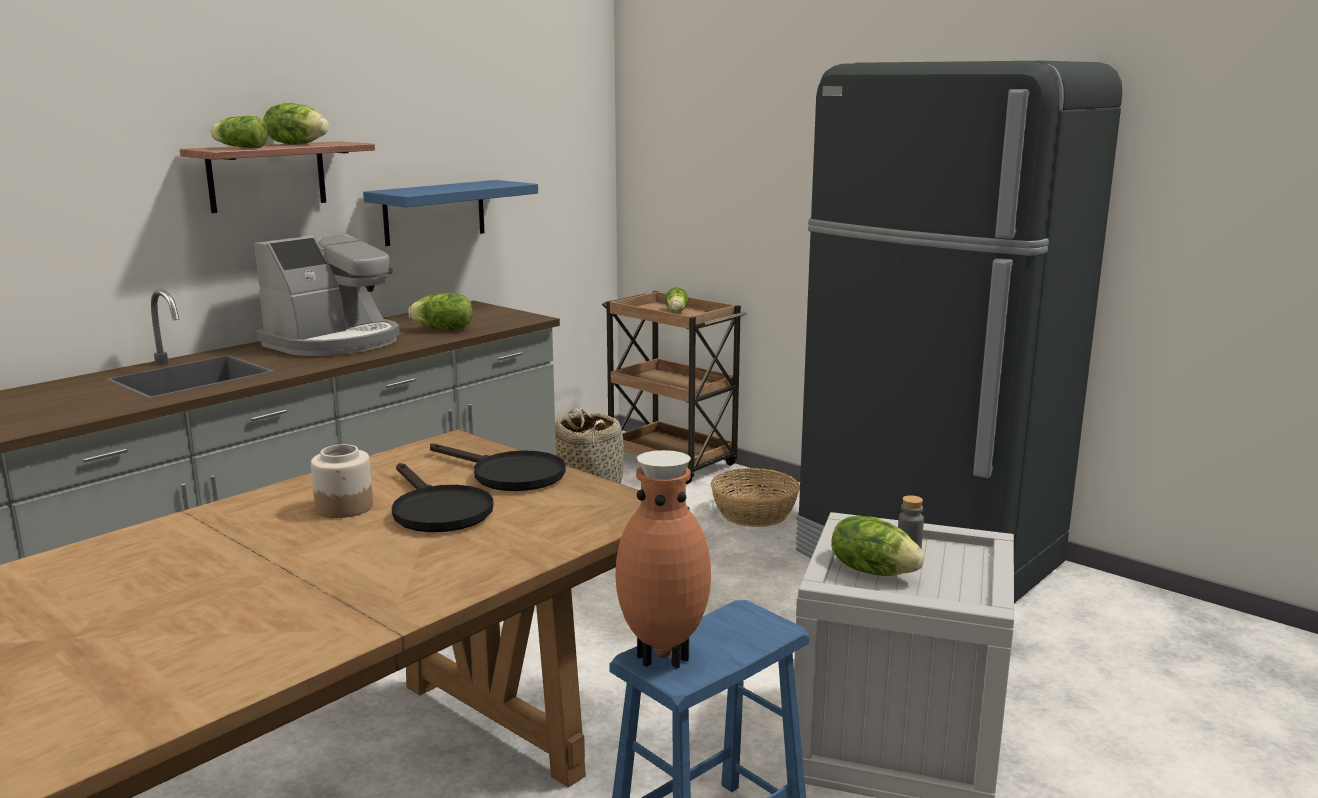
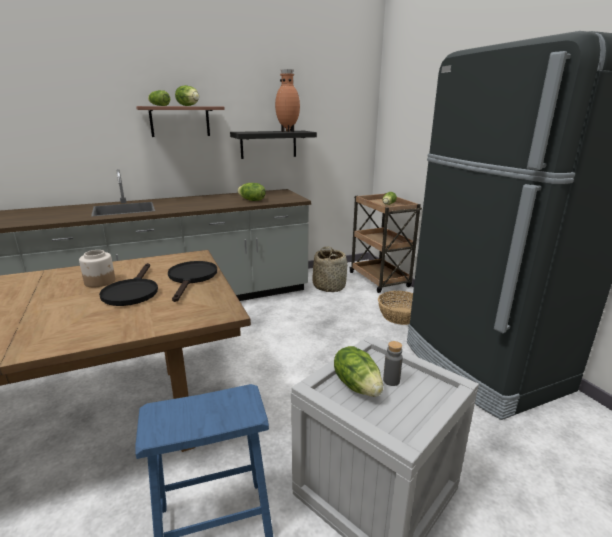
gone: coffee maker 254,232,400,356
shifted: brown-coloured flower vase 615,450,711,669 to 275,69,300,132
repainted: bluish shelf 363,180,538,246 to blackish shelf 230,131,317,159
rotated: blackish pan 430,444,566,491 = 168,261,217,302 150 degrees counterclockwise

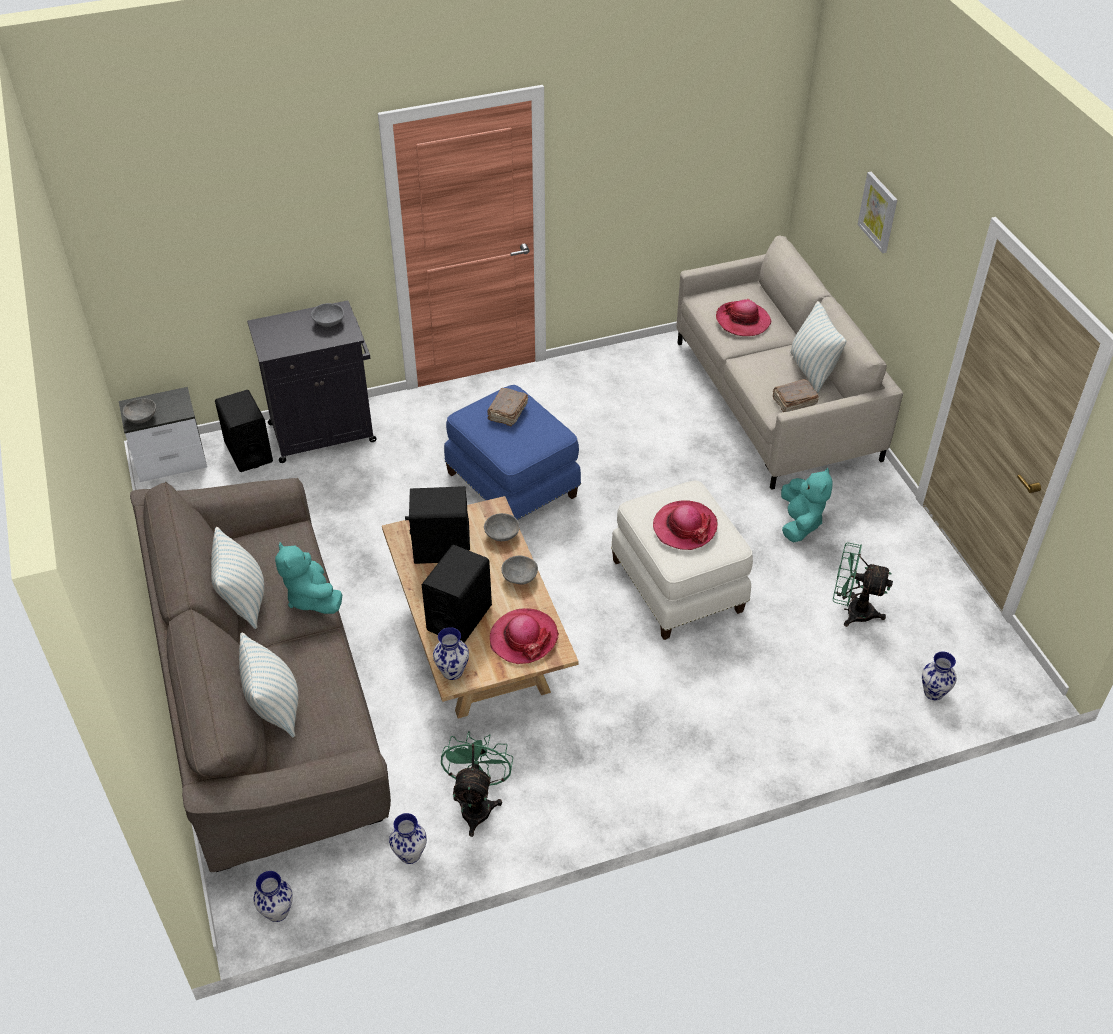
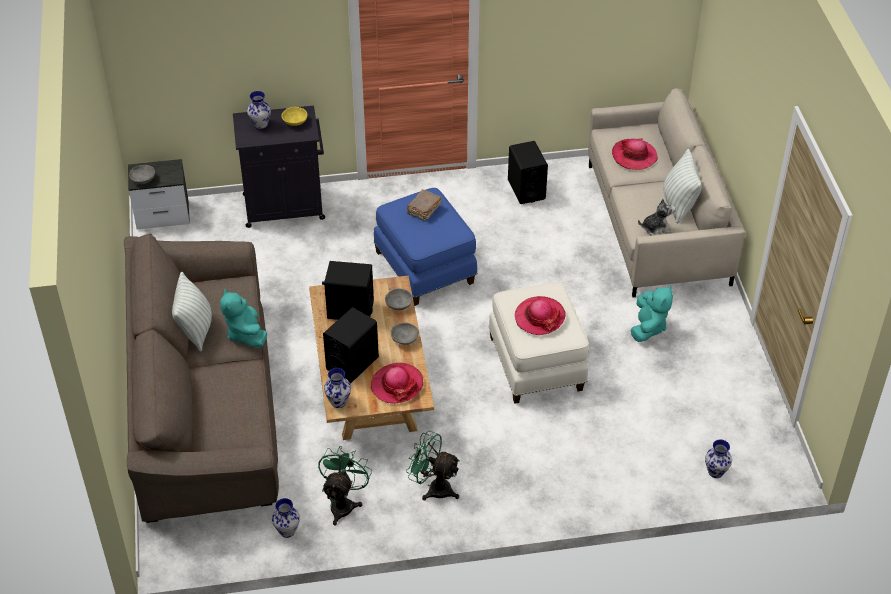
gone: cushion 239,632,298,738; wall picture 858,172,897,253
shifted: blackish audio speaker 215,390,273,472 to 508,141,548,204; flower vase 253,871,293,922 to 247,91,271,129; greenish cooling fan 833,542,893,627 to 406,431,460,501
swapped: brown-coloured bound book 773,379,819,412 to cuddly toy 638,199,676,235
repainted: grey serving bowl 311,303,344,327 to yellowish serving bowl 282,107,308,126

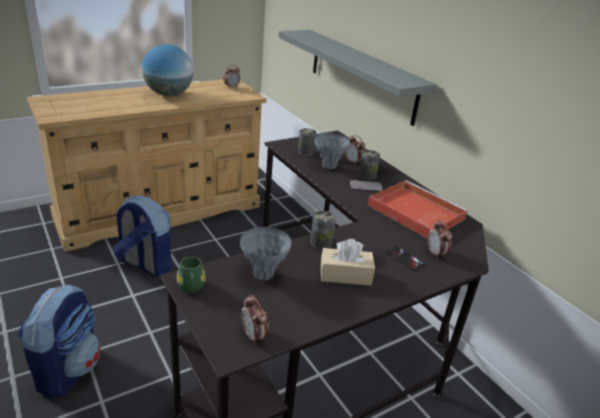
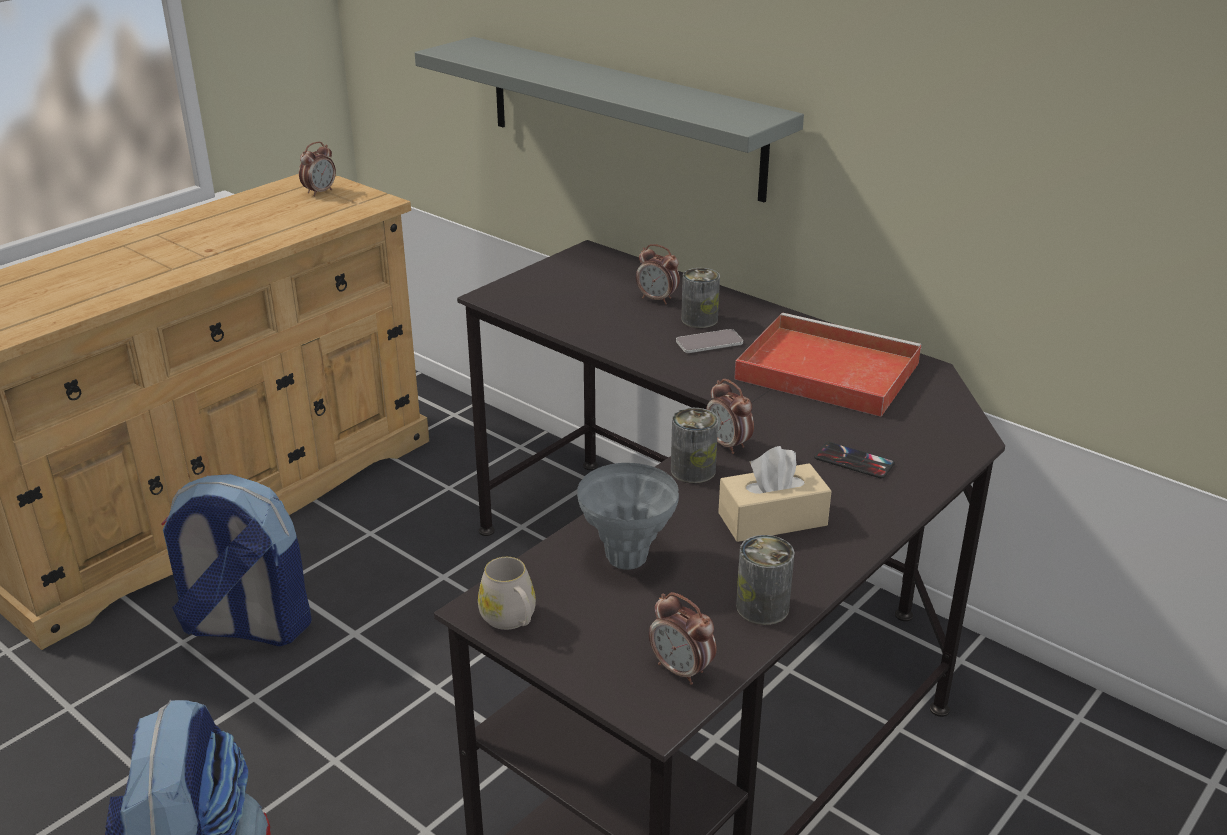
gone: desk globe 142,44,193,96; grey flower vase 315,133,350,169
shifted: metal can 298,128,317,156 to 736,535,794,625; alarm clock 428,220,452,259 to 706,379,754,454
repainted: greenish tea mug 177,257,206,293 to whitish tea mug 478,557,536,630

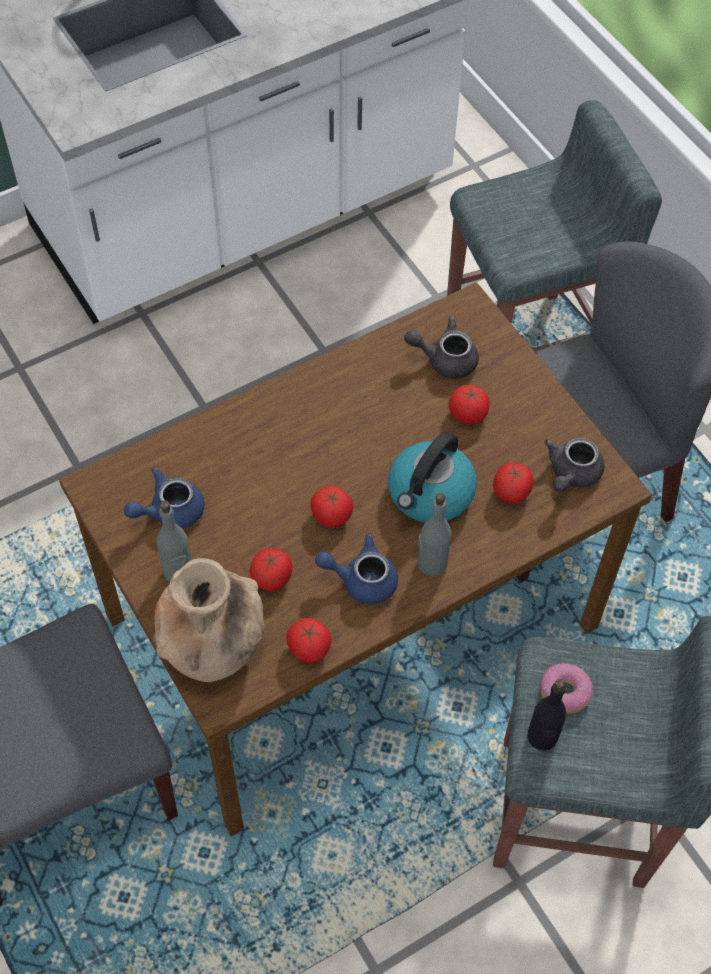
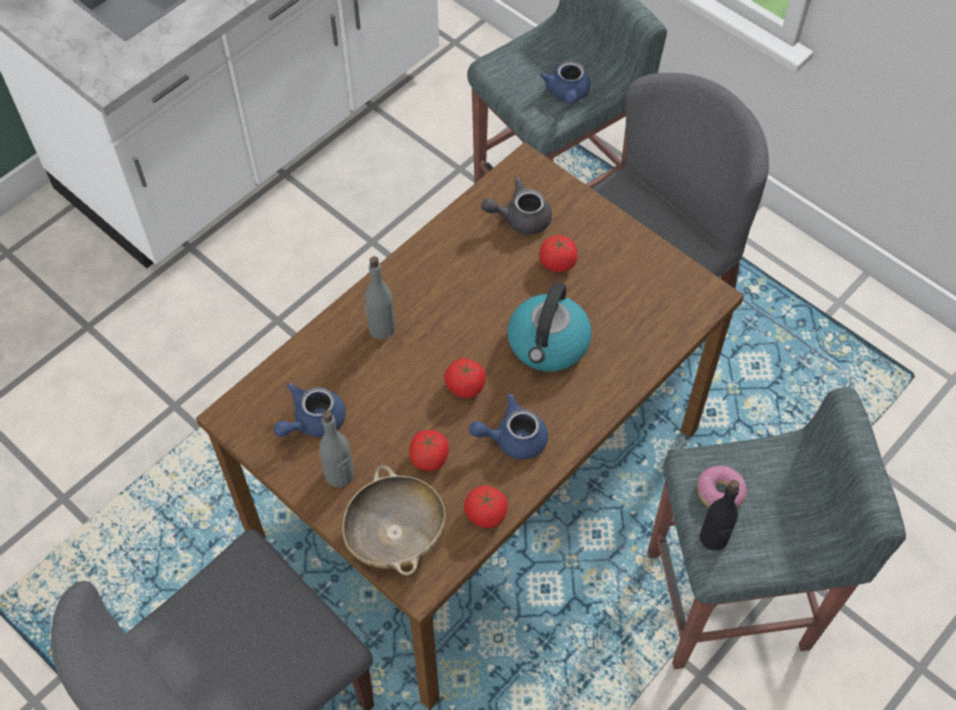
gone: whole tomato 493,463,534,504; grey pot for tea 544,438,605,492
new: bluish pot for tea 540,61,591,104
shifted: grey beverage bottle 418,493,451,576 to 364,256,396,339
swapped: brown-coloured flower vase 155,558,265,682 to sand-coloured serving bowl 342,465,446,576

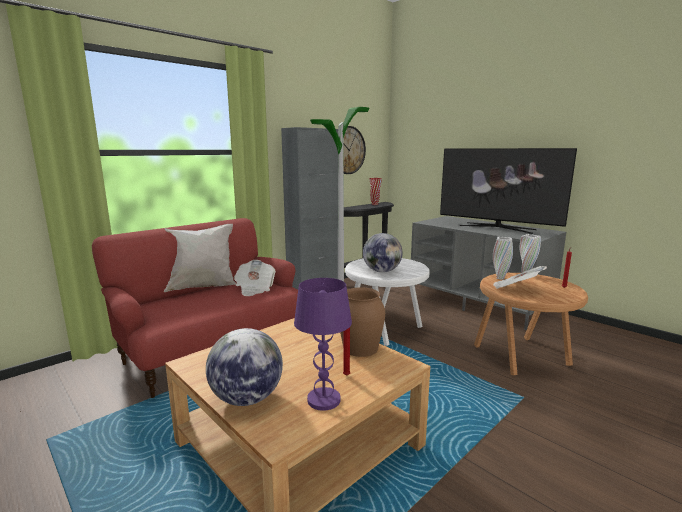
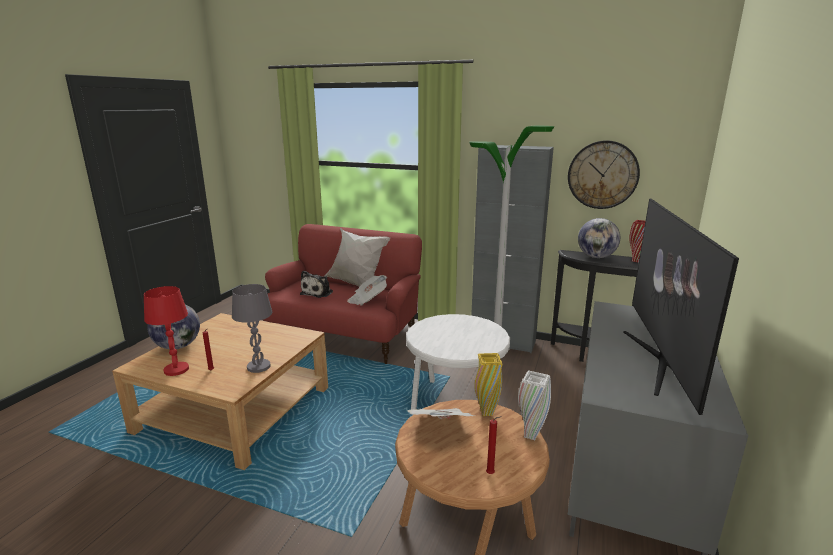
new: cuddly toy 300,271,333,298
shifted: desk globe 363,233,403,273 to 578,218,620,258
swapped: brown-coloured flower vase 340,287,385,357 to grey lamp for a table 232,284,273,373
repainted: purplish lamp for a table 294,278,352,411 to reddish lamp for a table 144,286,189,376; whitish flower vase 493,237,513,280 to yellowish flower vase 475,353,502,416

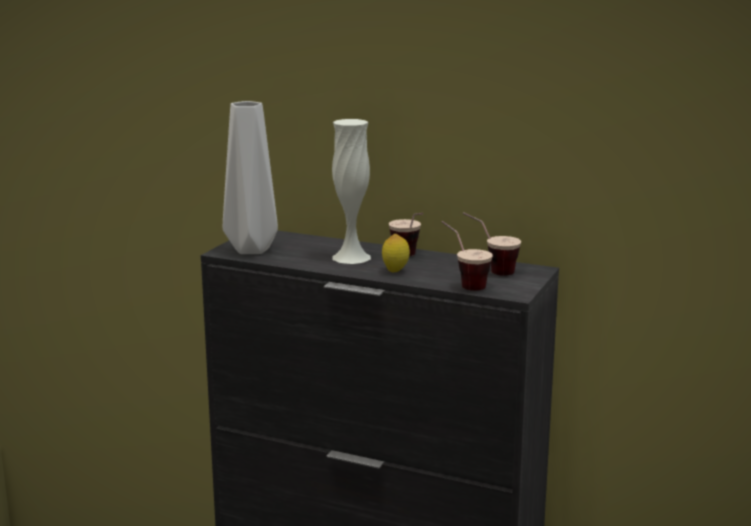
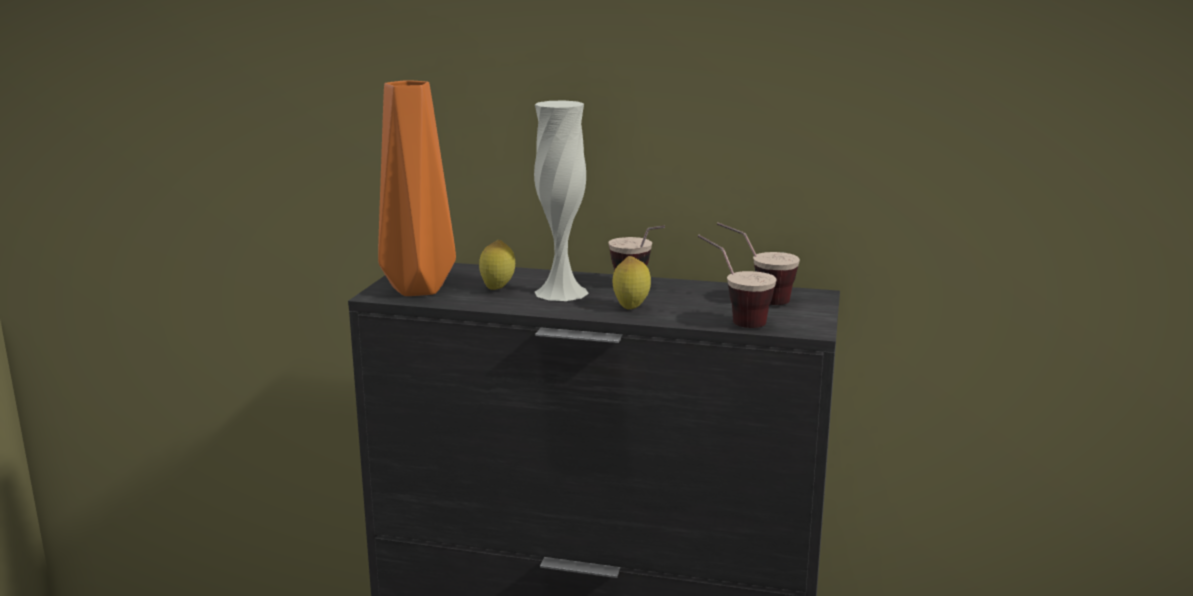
new: lemon 479,240,515,290
repainted: grey flower vase 223,101,278,254 to orange flower vase 378,80,456,296

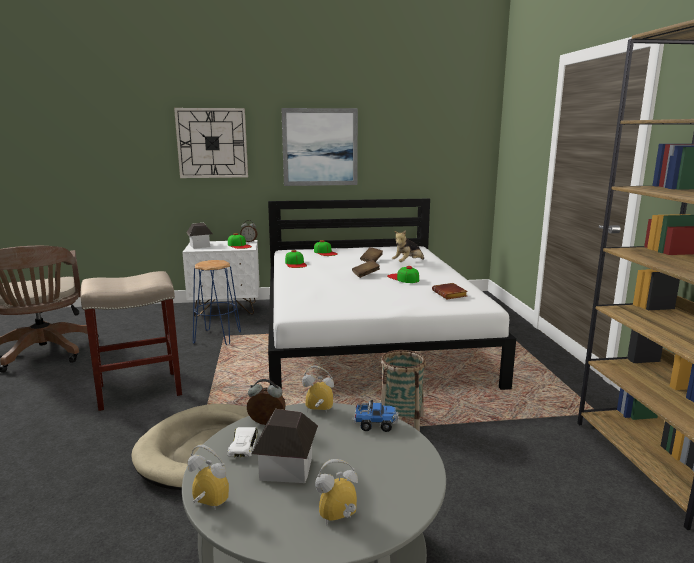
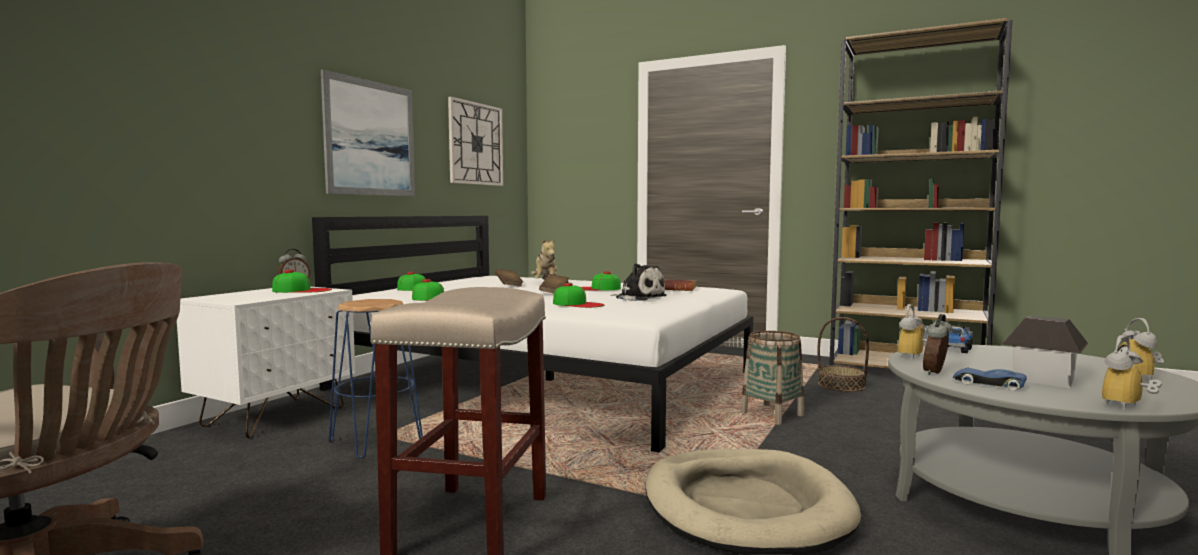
gone: toy house 186,223,212,249
new: peaked cap 553,283,604,308; cuddly toy 610,263,667,301; storage basket 817,317,869,392
shifted: hanging clock 174,108,248,178 to 448,97,503,186
repainted: whitish miniature car 228,427,258,457 to bluish miniature car 953,368,1027,391

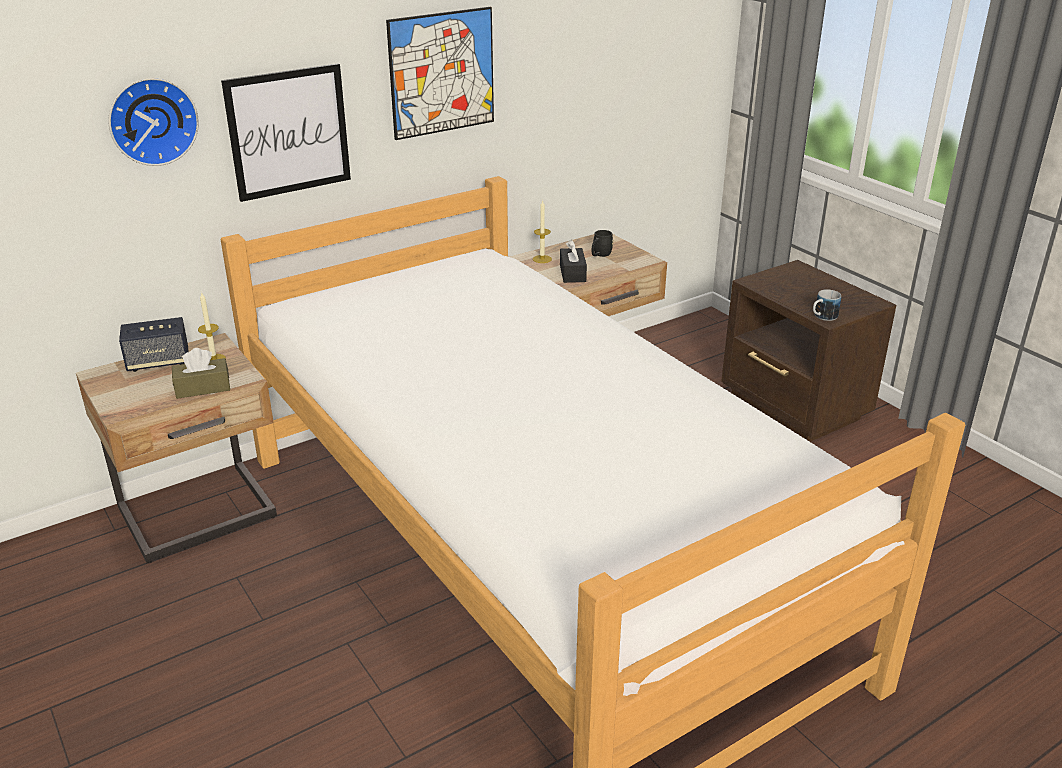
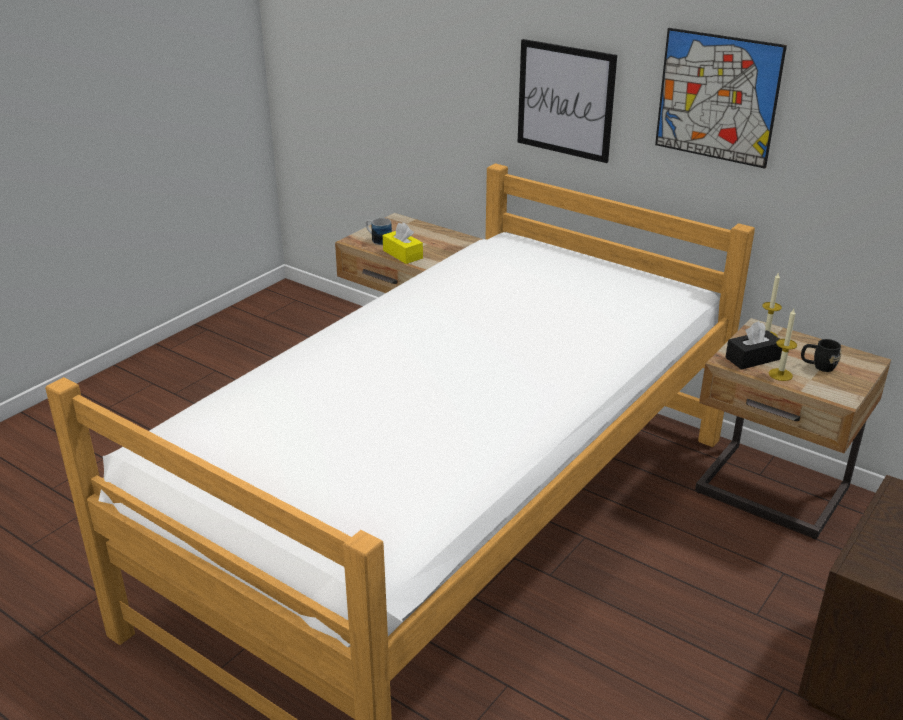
gone: hanging clock 108,78,199,166; audio speaker 119,317,188,372
shifted: wax candle 198,292,226,360 to 769,309,797,381; tea mug 813,289,841,321 to 366,218,392,245
repainted: brown-coloured box of tissues 172,348,230,399 to yellowish box of tissues 383,222,423,264

